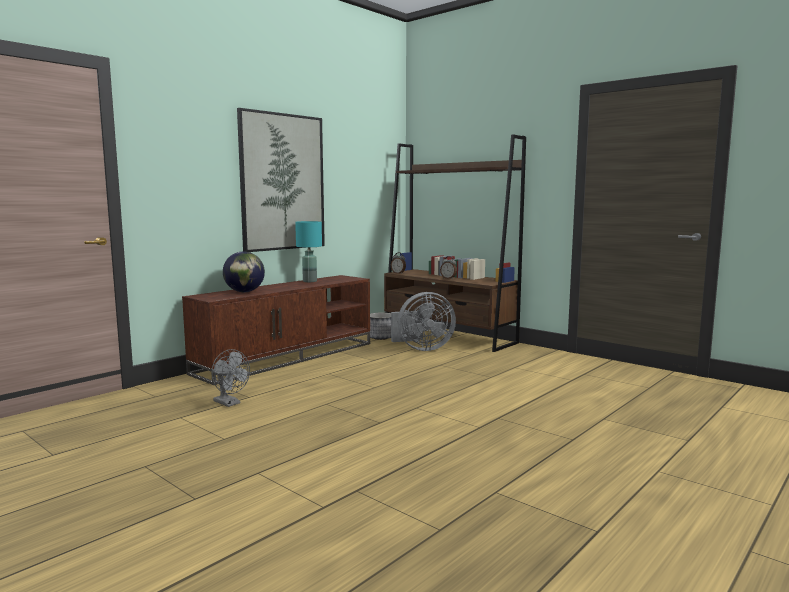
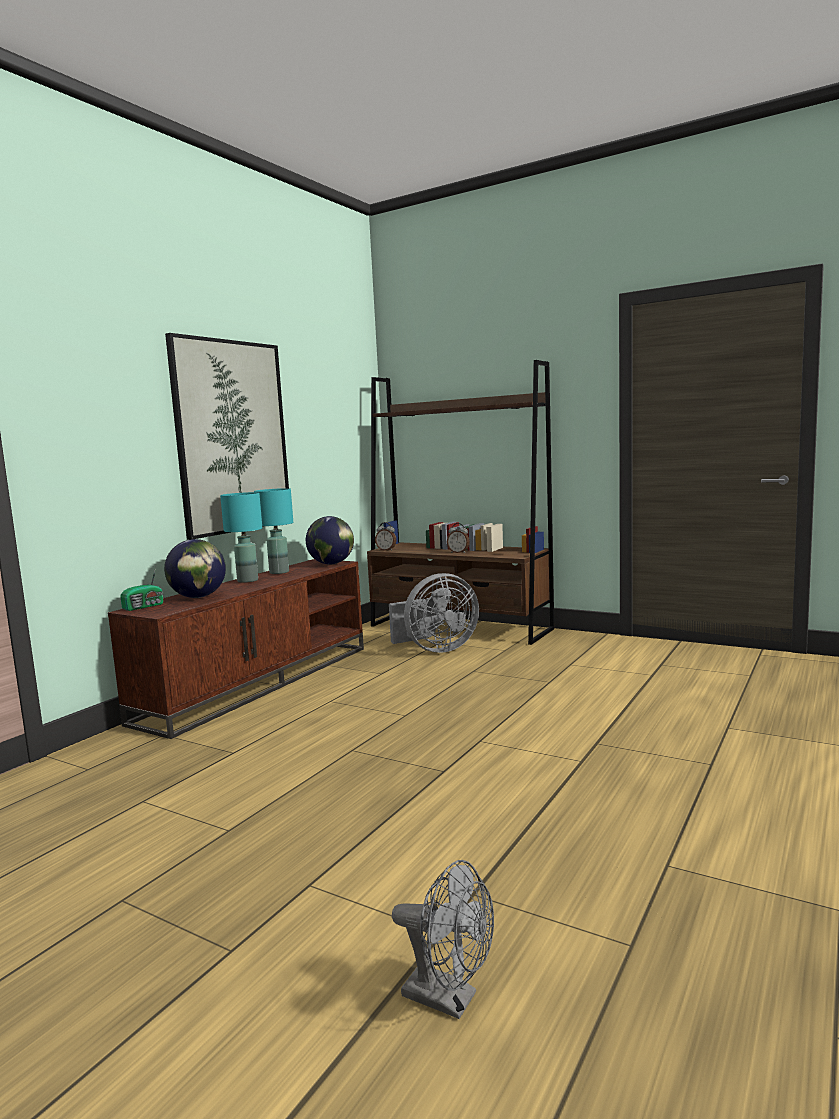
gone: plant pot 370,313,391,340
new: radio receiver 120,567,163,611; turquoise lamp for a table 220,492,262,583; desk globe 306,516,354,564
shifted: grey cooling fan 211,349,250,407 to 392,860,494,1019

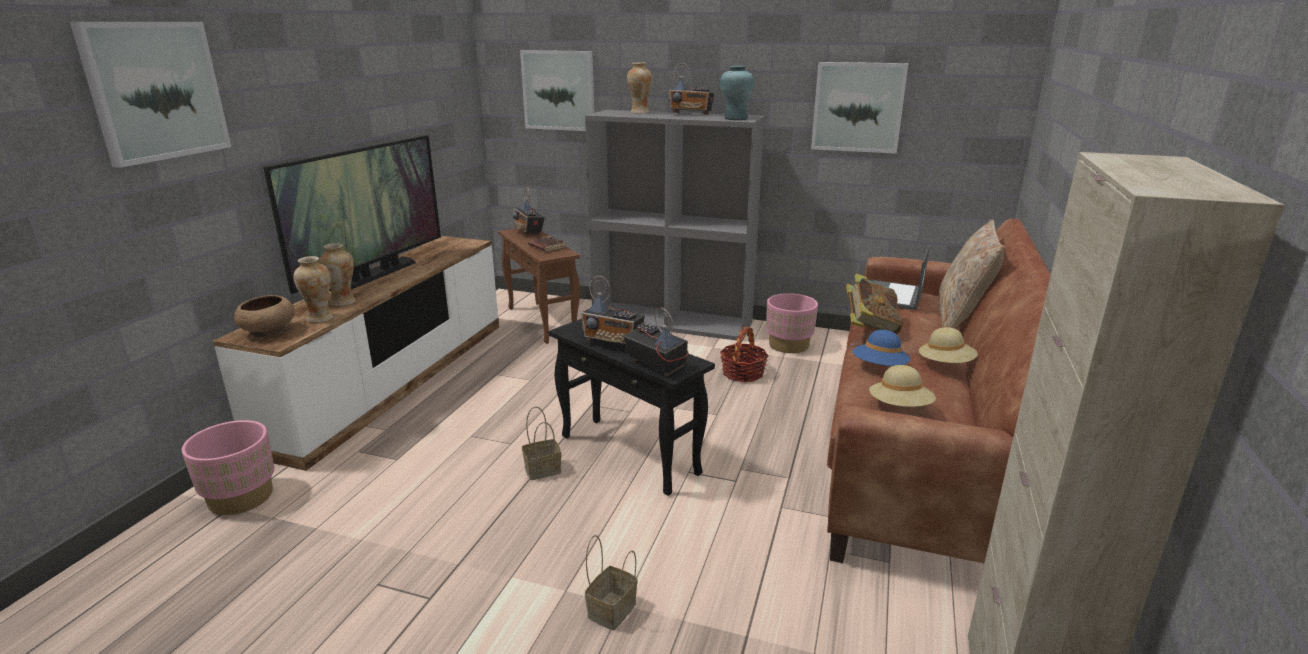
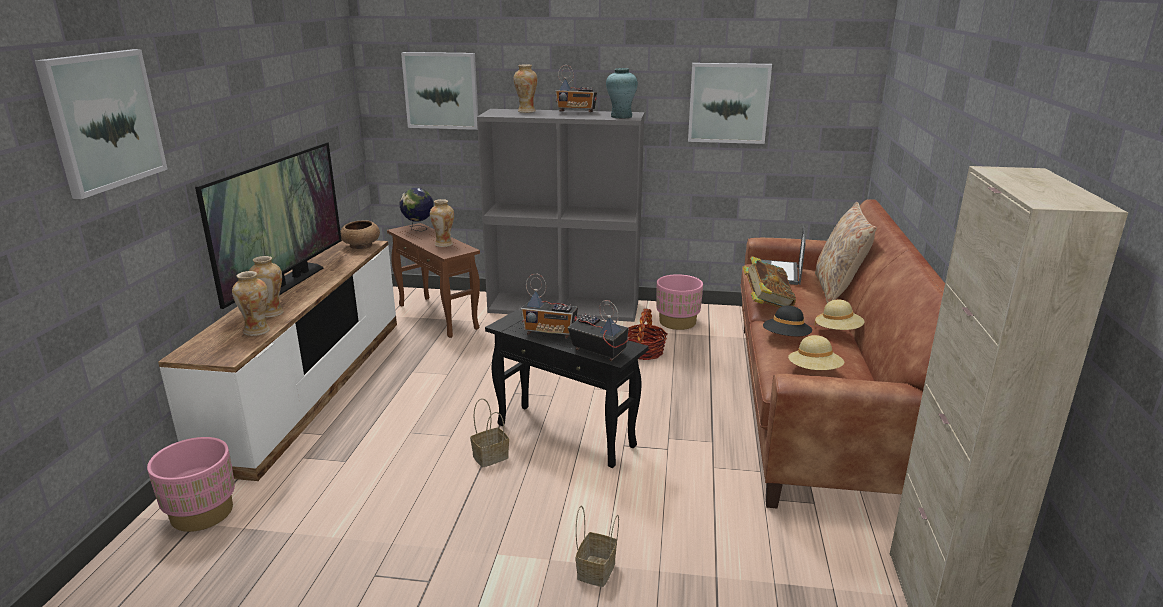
shifted: brown-coloured serving bowl 234,295,295,337 to 340,220,380,249
swapped: radio receiver 512,187,545,235 to desk globe 399,188,434,232; brown-coloured bound book 528,236,566,252 to flower vase 430,199,454,247
repainted: bluish hat 853,330,910,366 to blackish hat 763,305,812,336

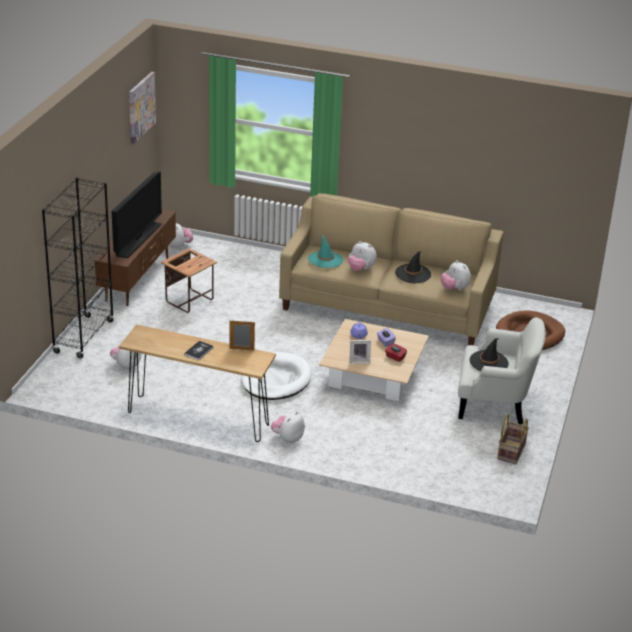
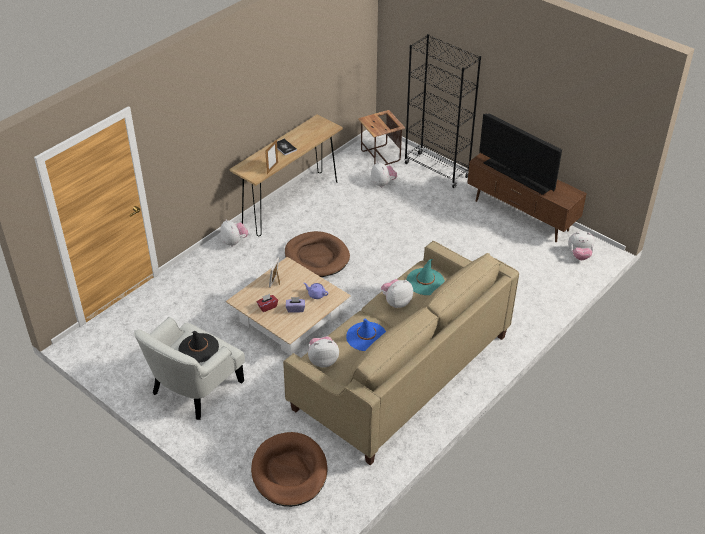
gone: wall picture 129,72,156,144; storage basket 497,414,529,464
shifted: accent table 161,248,217,313 to 358,110,405,165
repainted: whitish pet bed 241,352,311,400 to brown-coloured pet bed 285,231,350,277; blackish hat 395,251,431,283 to bluish hat 346,319,386,351

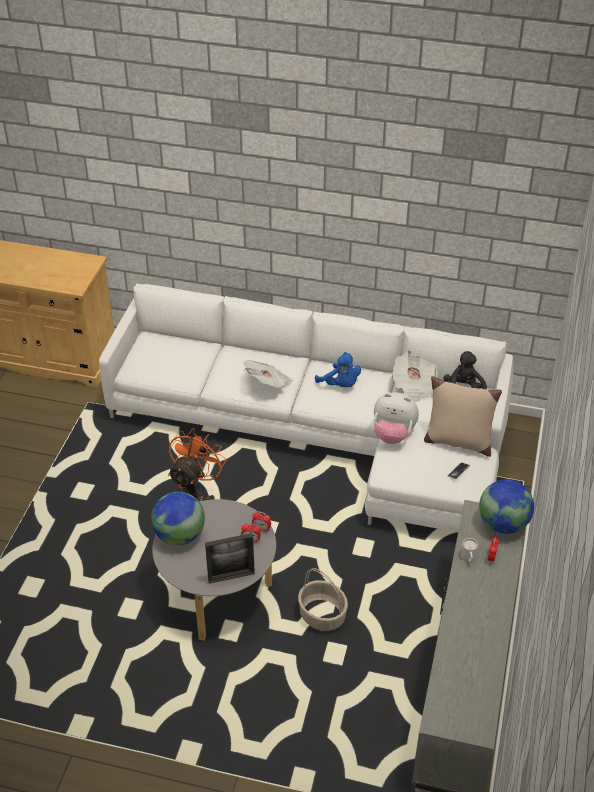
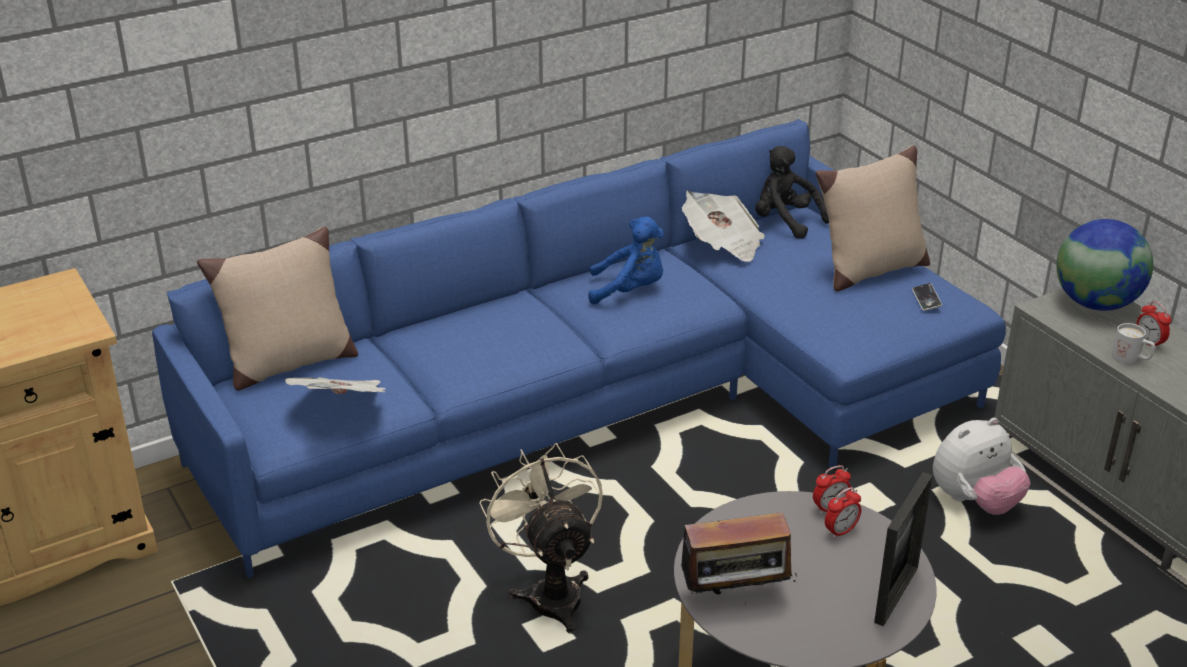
gone: storage basket 298,568,348,631
new: sand-coloured cushion 197,226,358,390
shifted: newspaper 243,360,293,388 to 285,377,386,394; cuddly toy 373,392,419,444 to 933,418,1031,515
swapped: desk globe 151,492,205,545 to radio receiver 673,505,798,602
repainted: whitish sofa 99,283,514,532 to bluish sofa 152,119,1006,578; orange cooling fan 168,428,226,501 to sand-coloured cooling fan 479,443,603,634

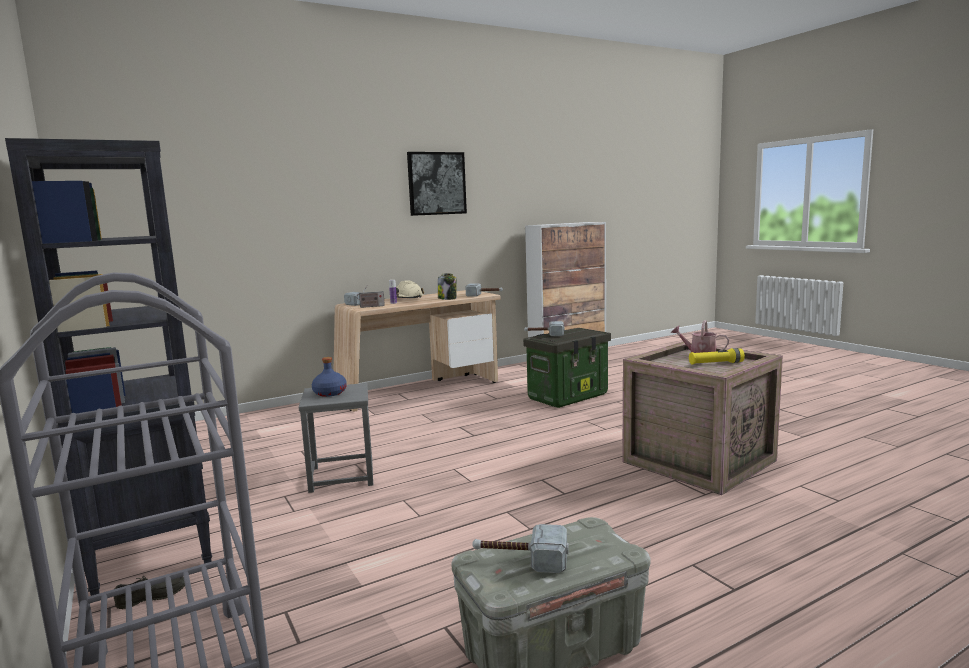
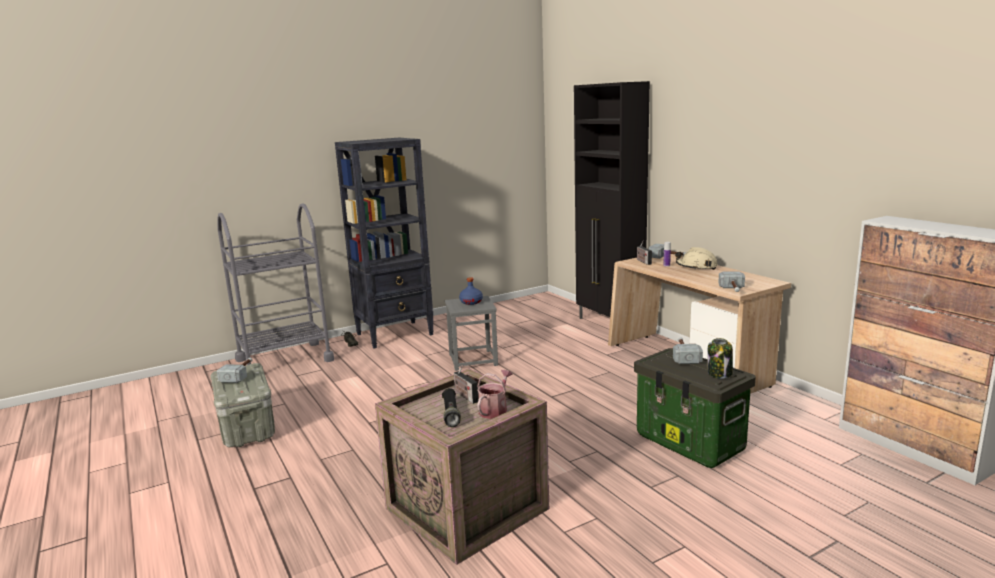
gone: wall picture 407,152,467,216
new: radio receiver 454,365,478,404; blackish cabinet 574,81,650,319
shifted: preserve jar 438,273,457,300 to 708,338,733,379
repainted: yellowish flashlight 689,348,745,364 to blackish flashlight 442,388,461,427

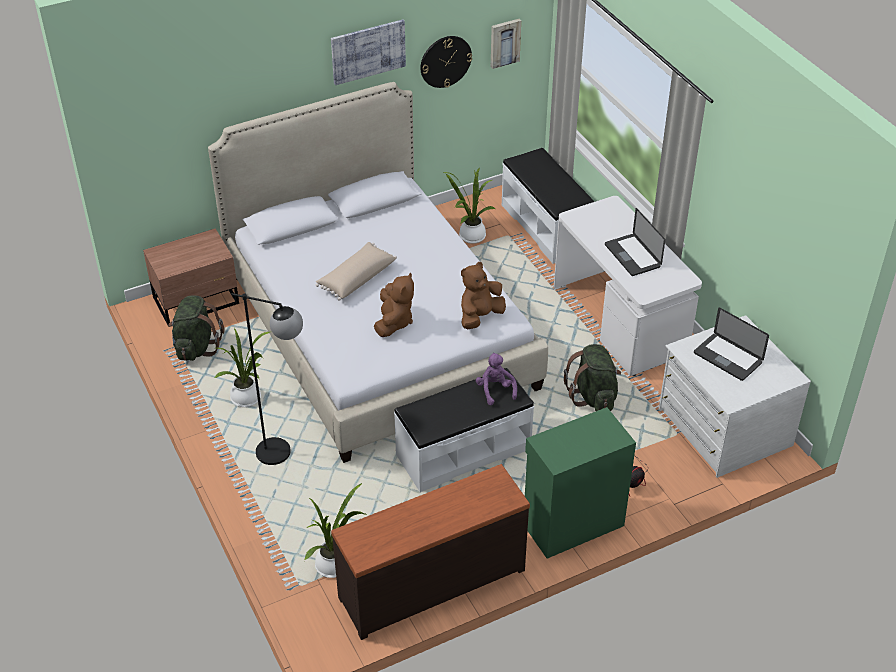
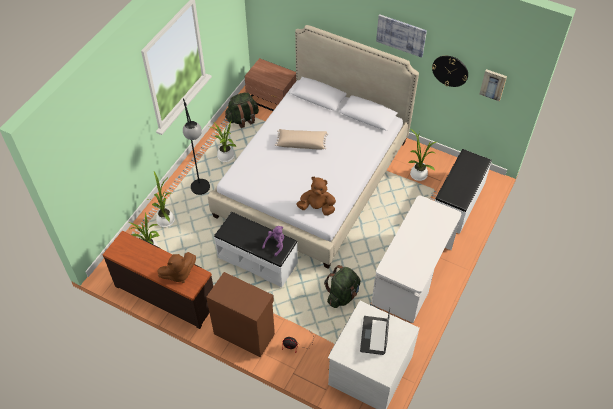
gone: portable computer 605,208,665,276
new: houseplant 147,172,175,227
shifted: brown-coloured cuddly toy 374,272,414,337 to 158,252,196,283
repainted: greenish cabinet 525,407,636,559 to brown-coloured cabinet 206,272,275,358

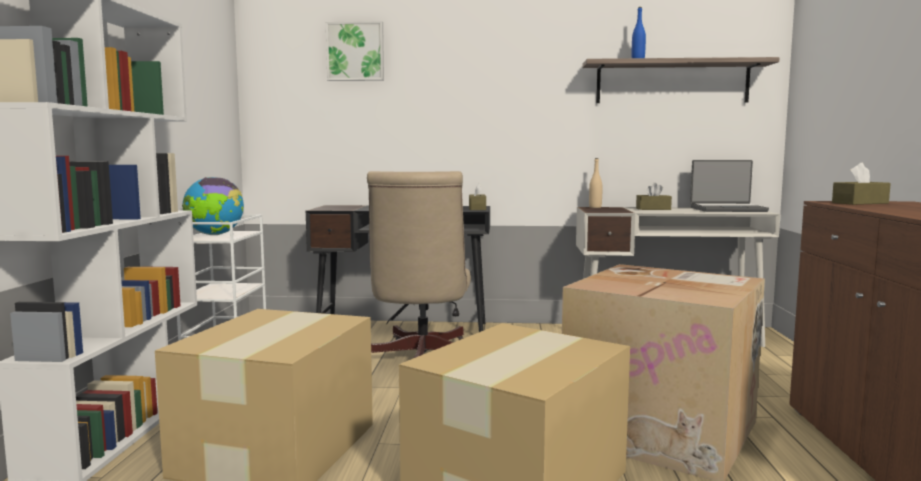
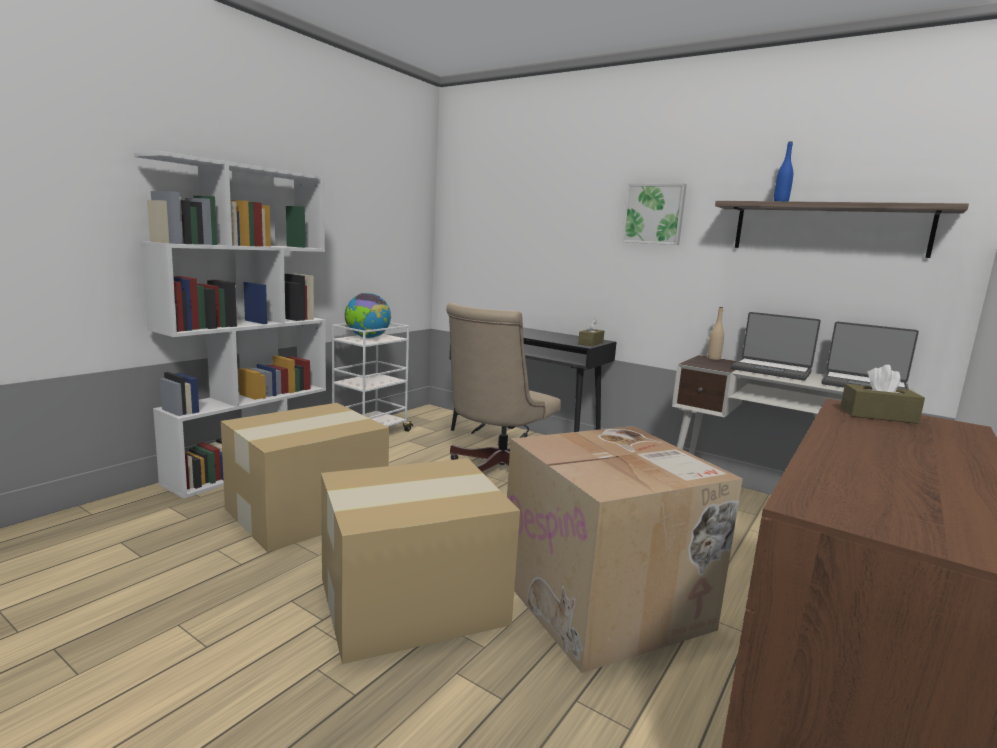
shifted: wall picture 326,21,384,81 to 622,183,687,245
swapped: brown-coloured box of tissues 636,183,672,210 to portable computer 731,312,821,381

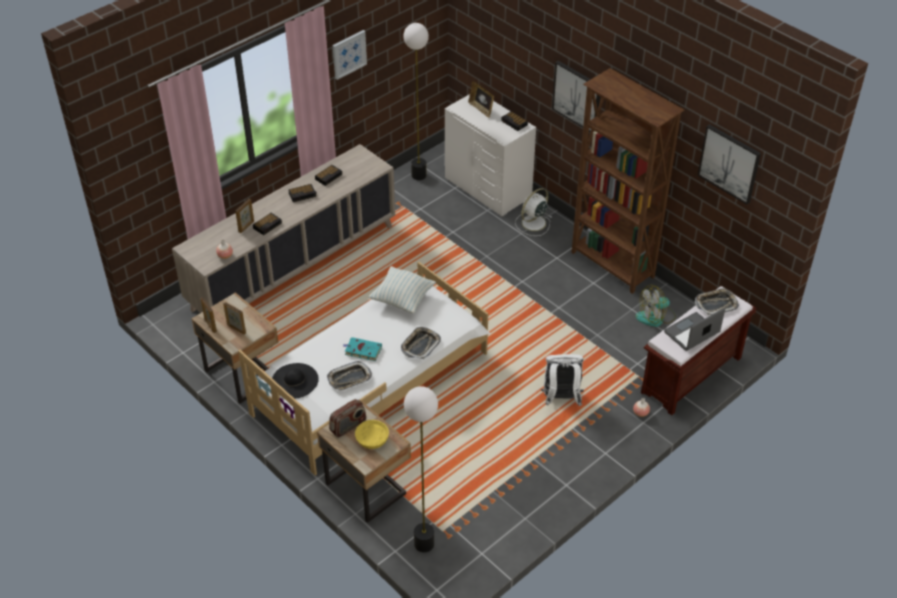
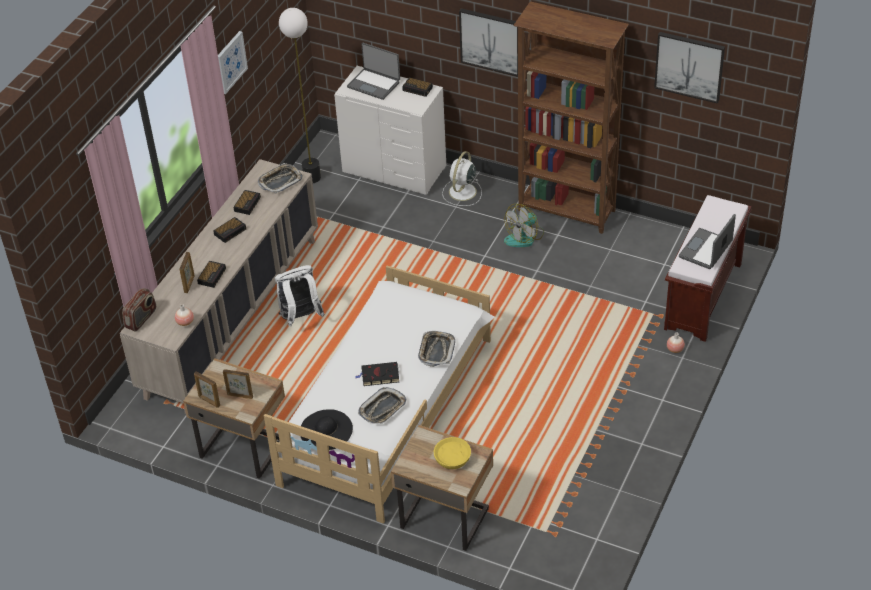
gone: cushion 369,266,436,313; standing lamp 404,386,438,552
shifted: radio receiver 329,399,366,438 to 122,288,156,332; whitish backpack 541,354,584,406 to 275,265,325,326; cooling fan 636,285,676,327 to 504,204,544,247; tray 695,288,739,316 to 258,163,303,194
swapped: picture frame 468,81,494,118 to portable computer 347,43,400,100
repainted: turquoise bound book 343,337,382,361 to blackish bound book 355,362,399,386

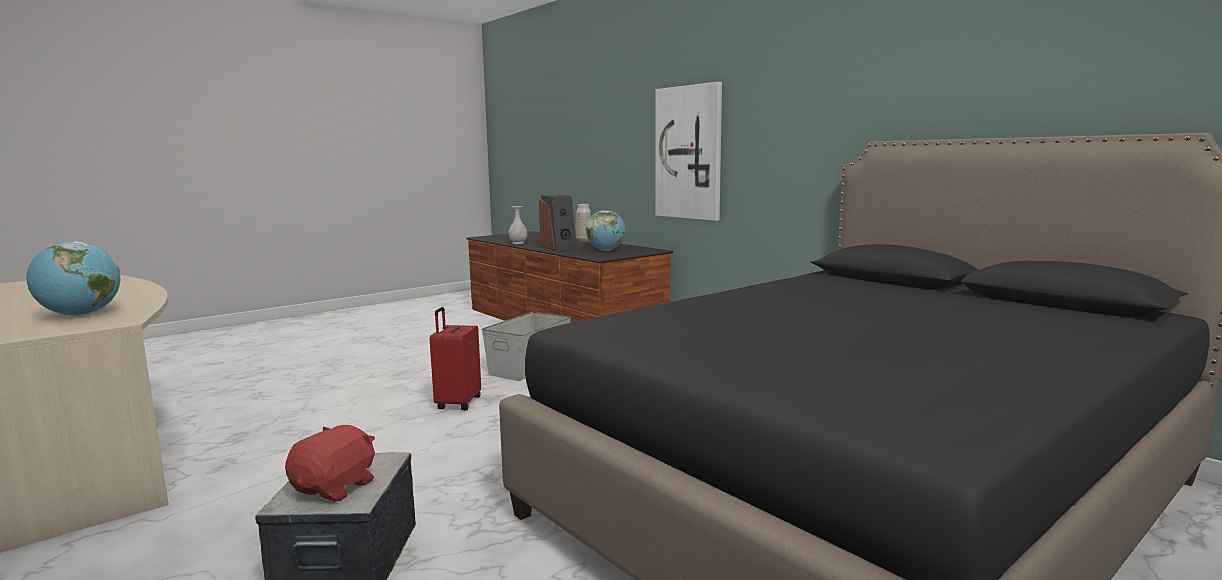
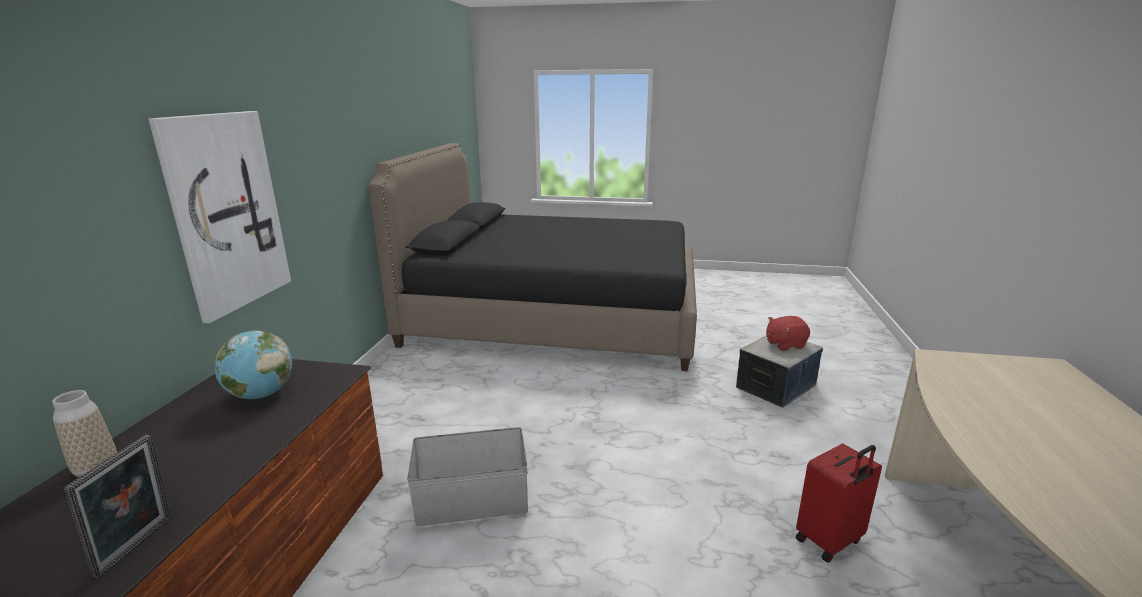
gone: desk globe 26,241,121,316; audio speaker 539,195,577,251
shifted: reddish suitcase 430,307,481,410 to 796,444,882,563
swapped: whitish flower vase 509,206,527,244 to picture frame 64,434,171,578

